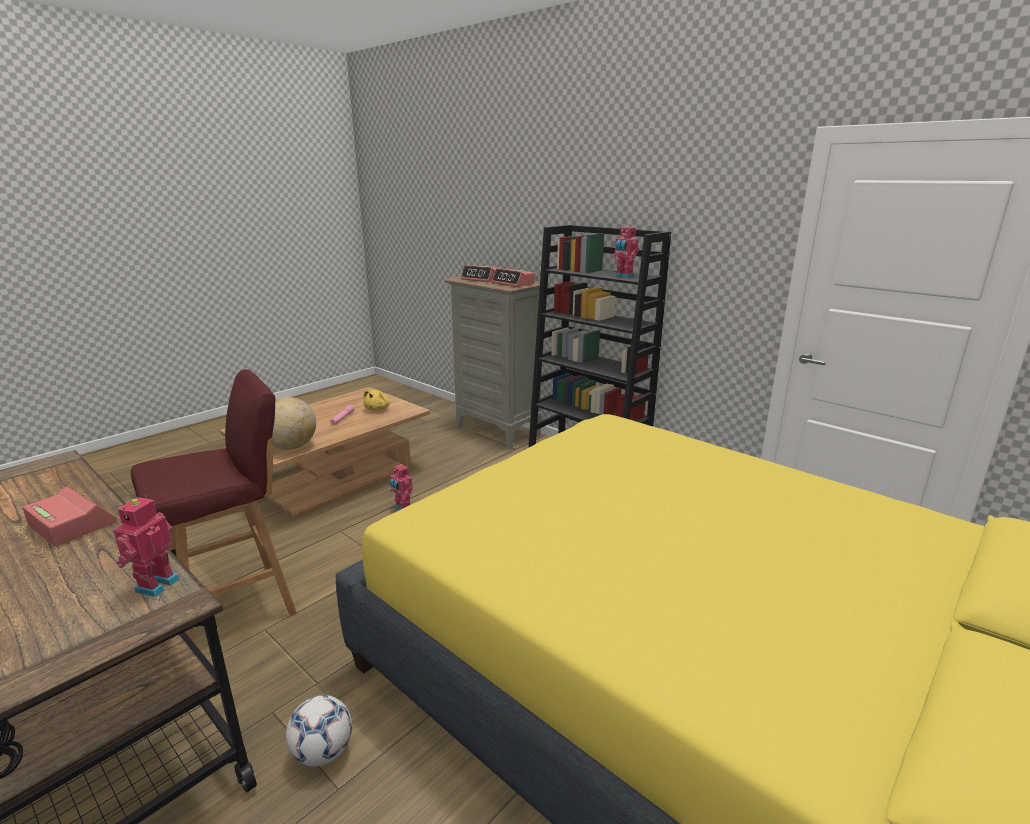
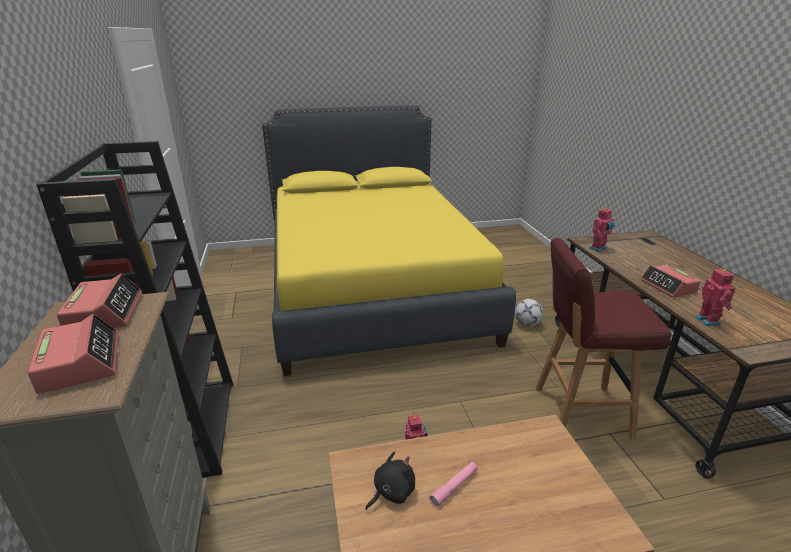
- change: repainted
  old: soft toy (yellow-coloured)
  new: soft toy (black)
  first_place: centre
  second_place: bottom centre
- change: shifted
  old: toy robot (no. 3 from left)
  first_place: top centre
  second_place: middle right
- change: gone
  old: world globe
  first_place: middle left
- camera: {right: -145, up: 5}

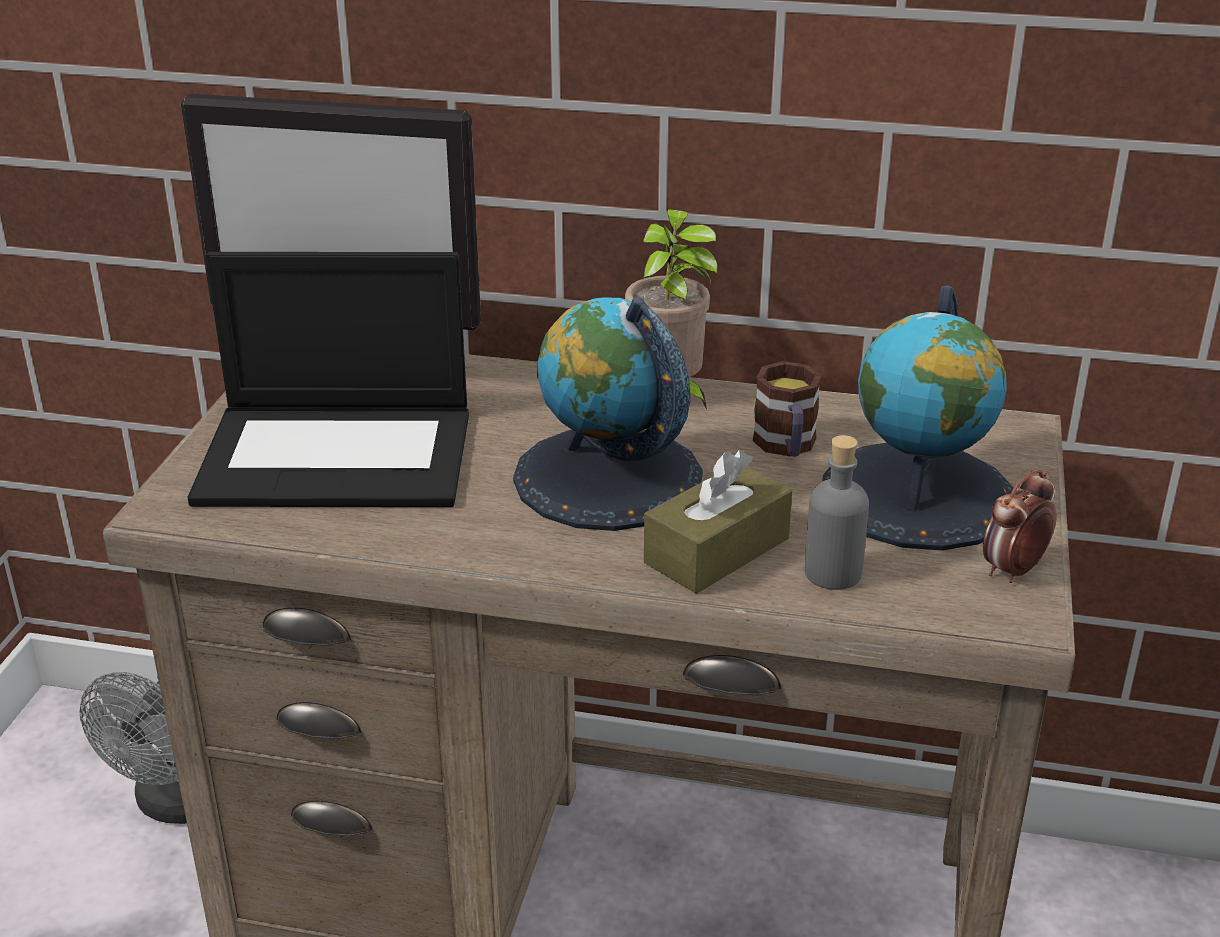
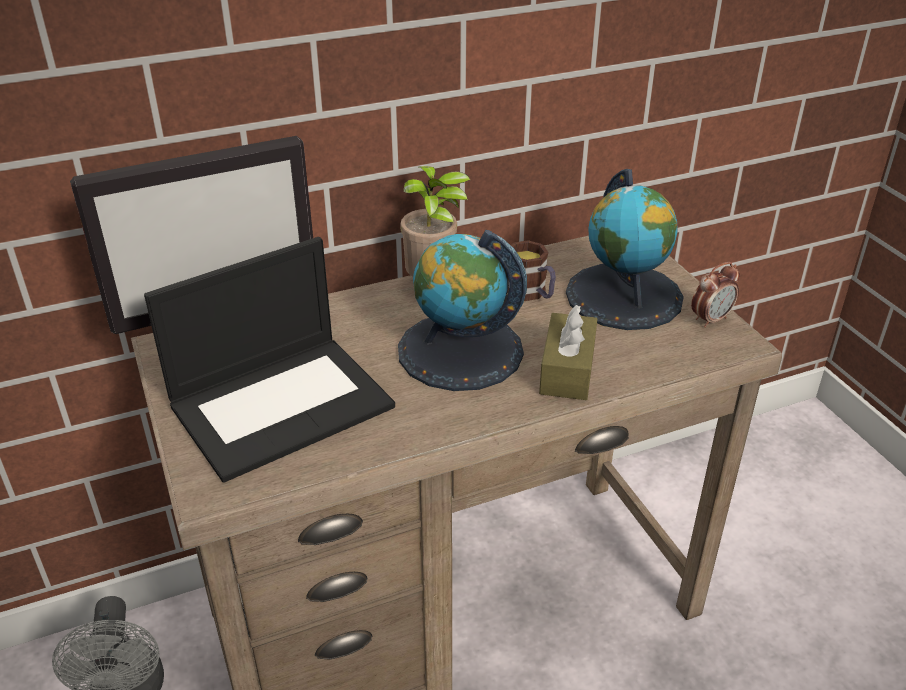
- change: rotated
  old: bedside clock
  first_place: middle right
  second_place: middle right
  degrees: -135
- change: gone
  old: drink bottle (gray)
  first_place: middle right
- camera: {right: -35, up: 5}

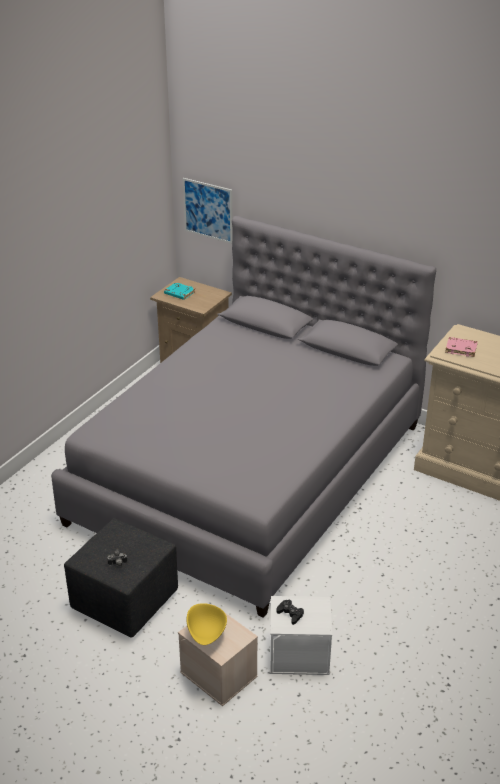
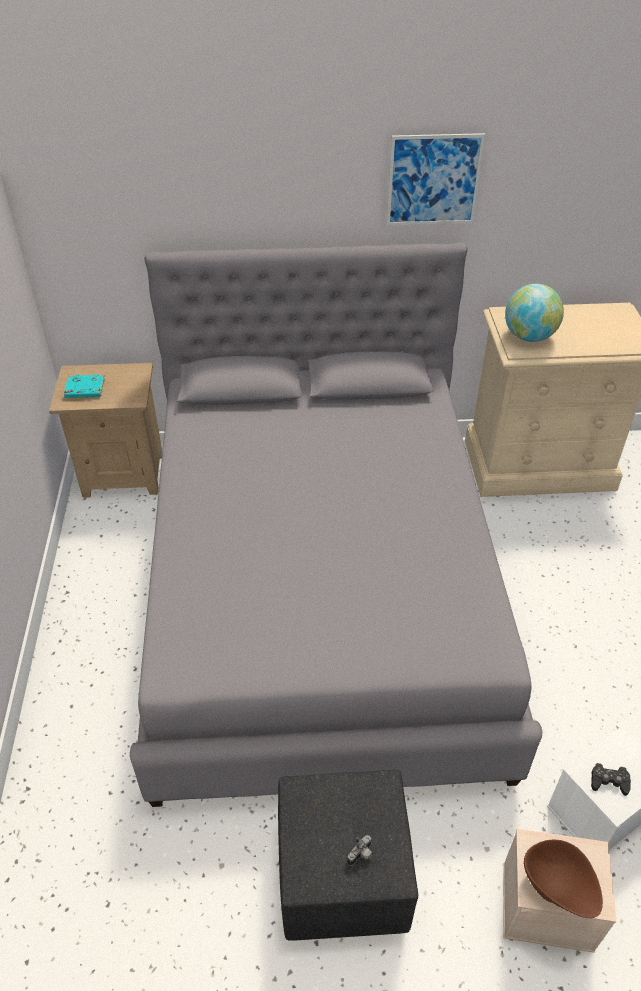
- change: shifted
  old: wall picture
  first_place: top centre
  second_place: top right
- change: swapped
  old: volume (pink)
  new: world globe
  first_place: middle right
  second_place: top right
- change: repainted
  old: deep dish (yellow-coloured)
  new: deep dish (brown)
  first_place: bottom centre
  second_place: bottom right
- camera: {right: -35, up: 10}

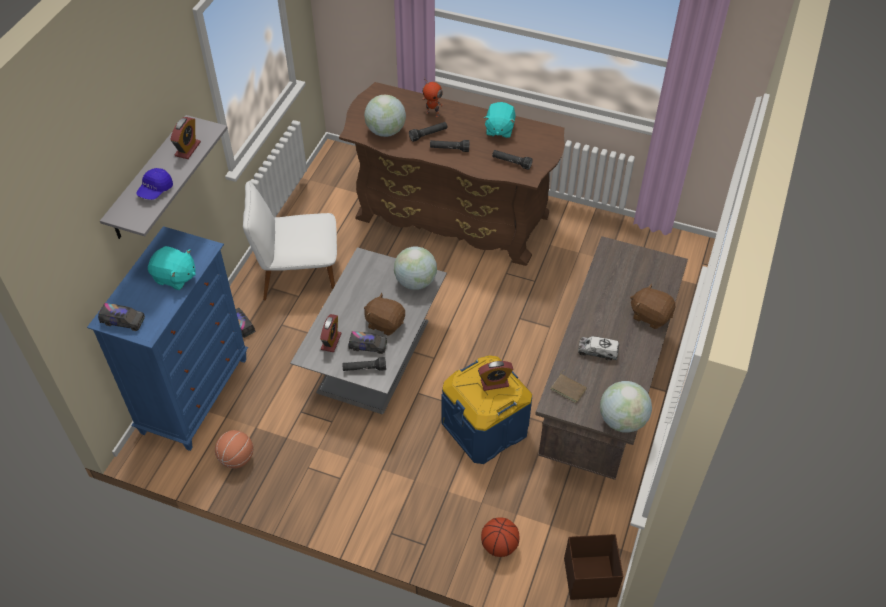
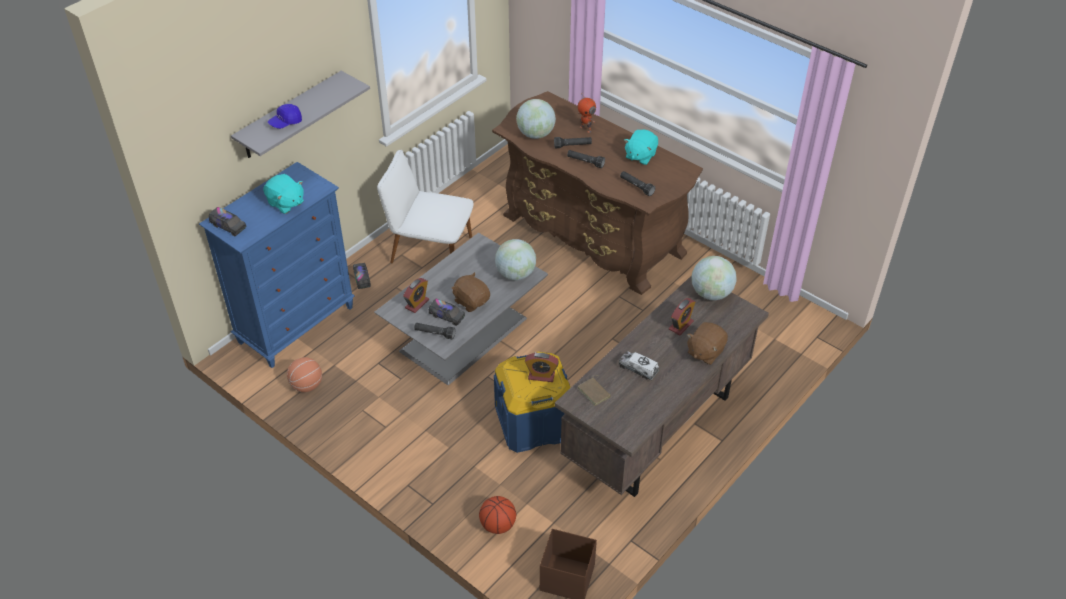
- change: shifted
  old: bedside clock (no. 1 from left in the first image)
  new: bedside clock (no. 3 from left)
  first_place: top left
  second_place: centre
- change: rotated
  old: soft toy (brown) (no. 2 from left)
  first_place: middle right
  second_place: centre
  degrees: -105
- change: shifted
  old: world globe (no. 3 from left)
  first_place: bottom right
  second_place: middle right
- camera: {right: 20, up: -5}

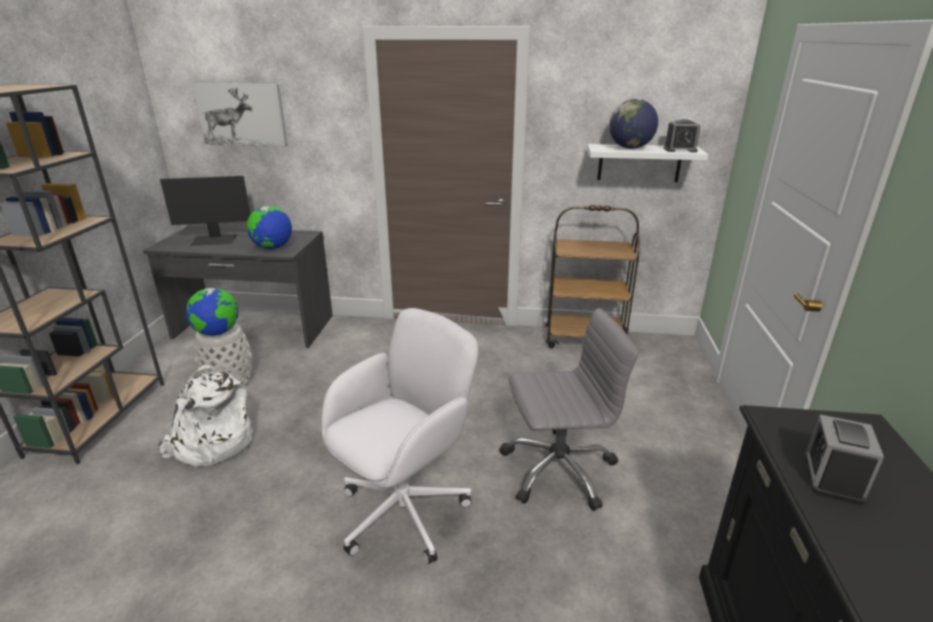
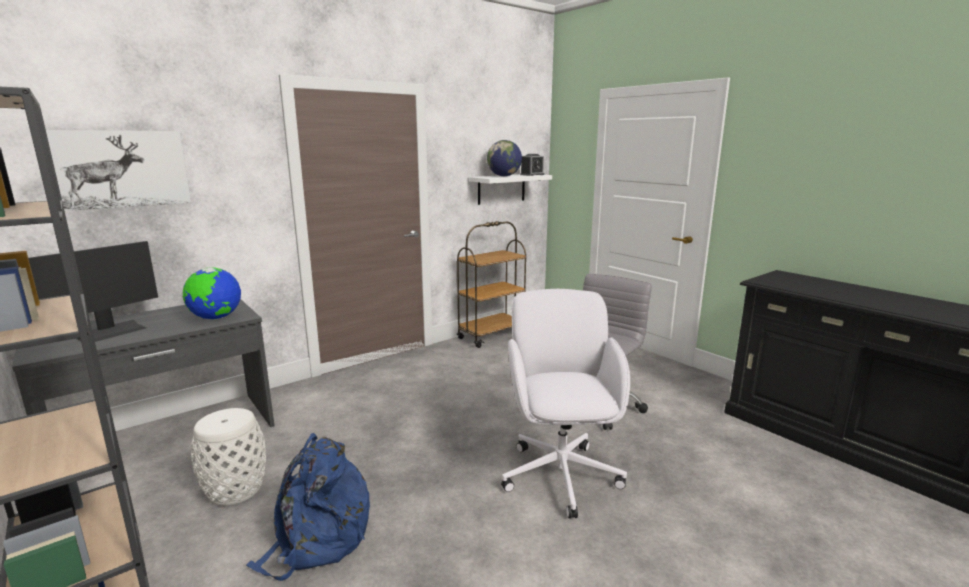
- change: repainted
  old: rucksack (white-coloured)
  new: rucksack (blue)
  first_place: bottom left
  second_place: bottom left
- change: gone
  old: world globe (no. 1 from left)
  first_place: middle left
- change: gone
  old: bedside clock (no. 2 from left)
  first_place: bottom right
- camera: {right: -45, up: -10}

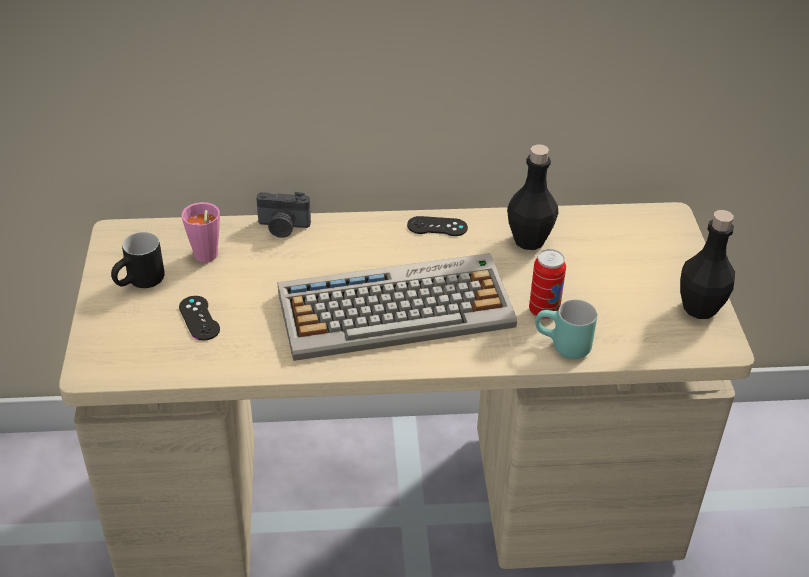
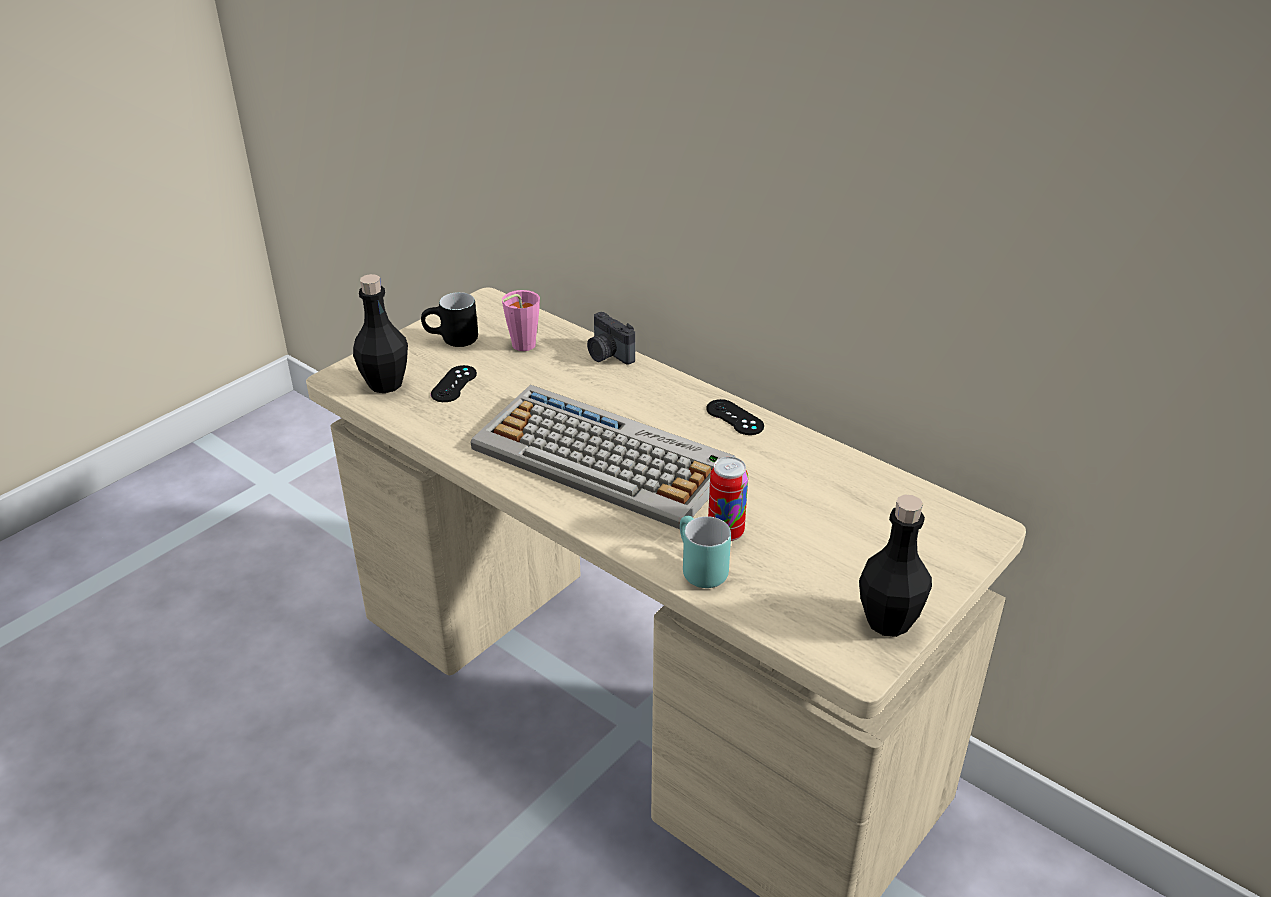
- change: shifted
  old: drink bottle (black) (no. 1 from left)
  first_place: centre
  second_place: middle left
- camera: {right: 45, up: -5}

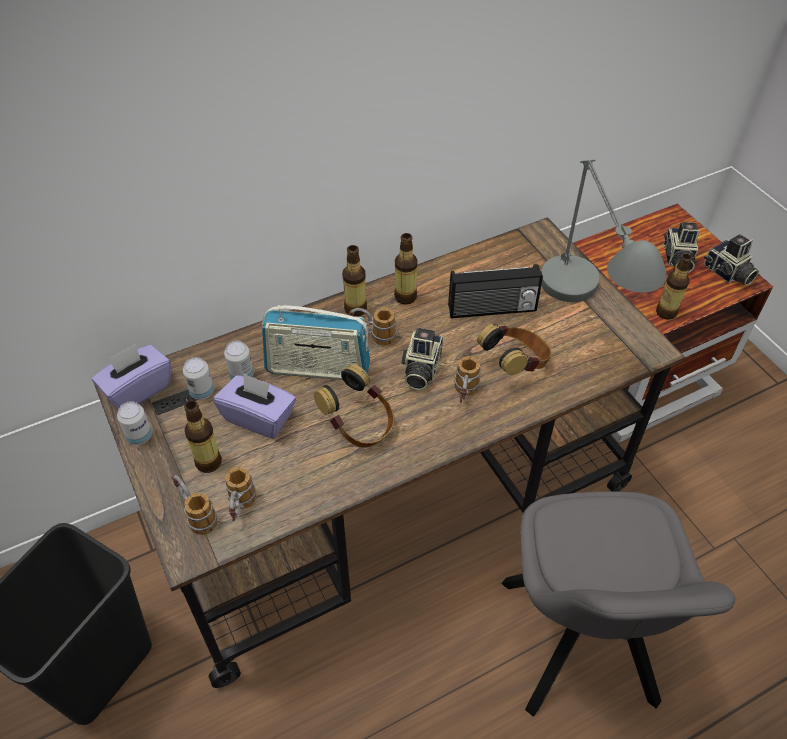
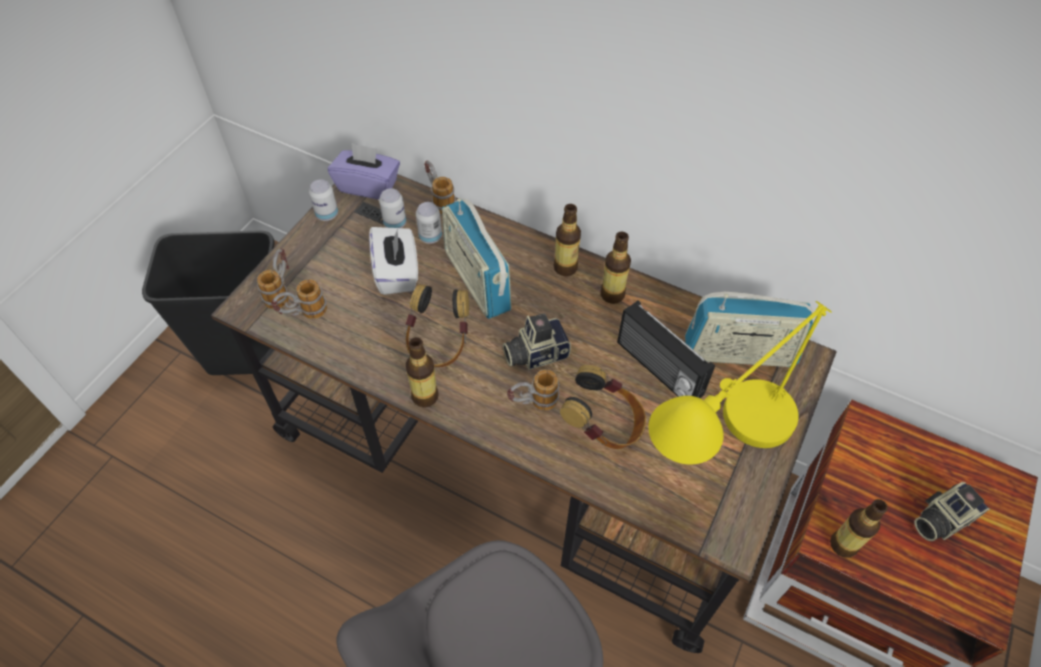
- change: repainted
  old: box of tissues (purple-coloured) (no. 2 from left)
  new: box of tissues (white-coloured)
  first_place: middle left
  second_place: centre
- change: shifted
  old: drink bottle (no. 1 from left)
  first_place: middle left
  second_place: centre
- change: shifted
  old: tea mug (no. 3 from left)
  first_place: centre
  second_place: top centre
- change: repainted
  old: tabletop lamp (gray)
  new: tabletop lamp (yellow-coloured)
  first_place: top right
  second_place: middle right
- change: new
  new: radio receiver (no. 3 from left)
  second_place: middle right
- change: gone
  old: still camera (no. 3 from left)
  first_place: middle right
- camera: {right: 55, up: 5}

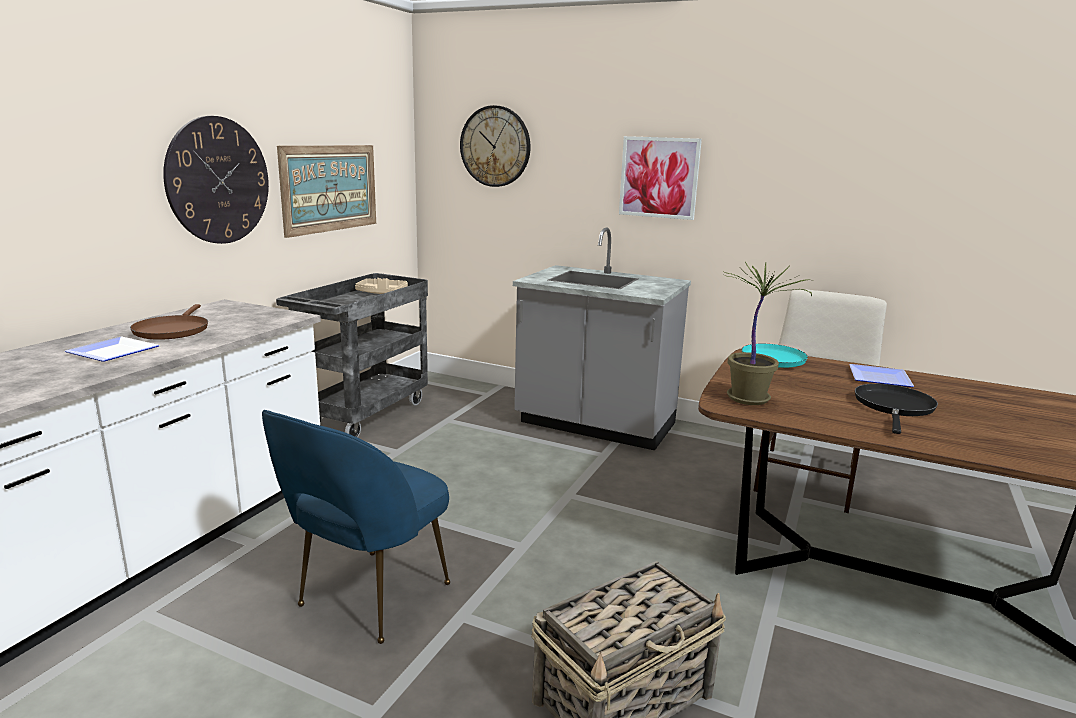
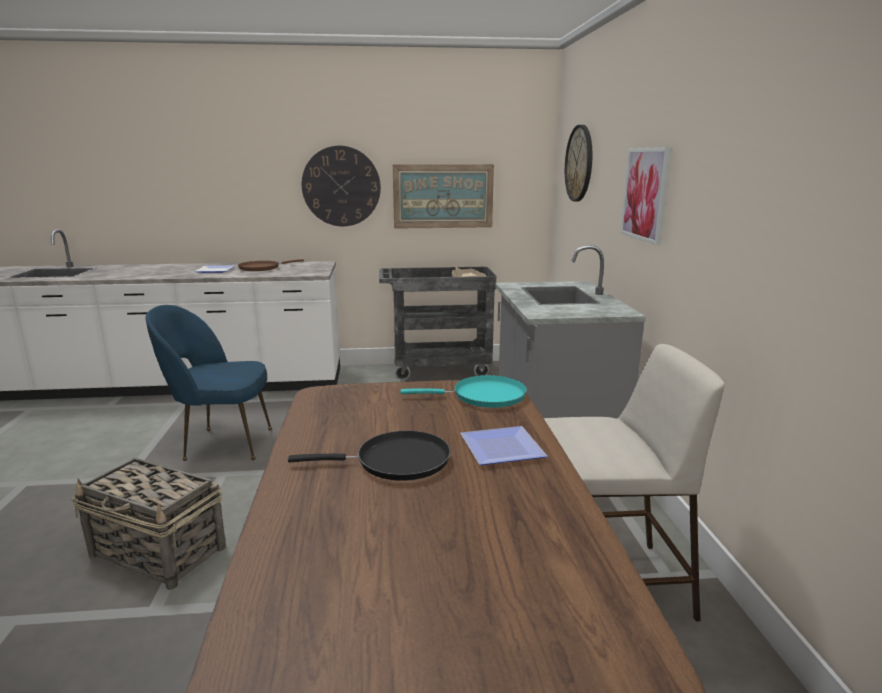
- change: gone
  old: plant in a pot
  first_place: middle right
- camera: {right: 60, up: 0}

